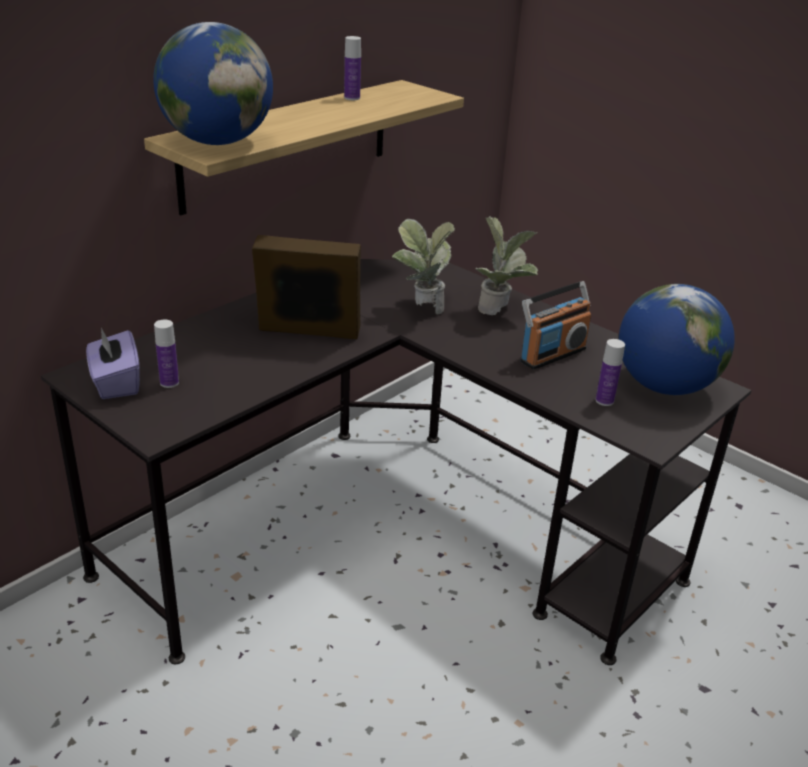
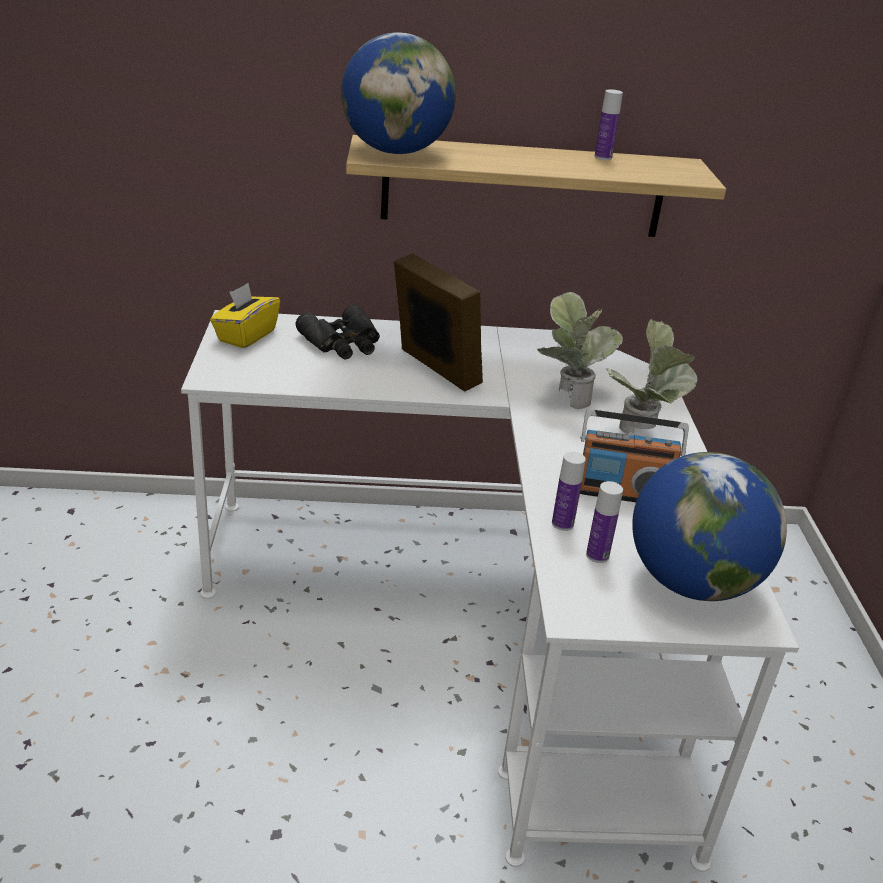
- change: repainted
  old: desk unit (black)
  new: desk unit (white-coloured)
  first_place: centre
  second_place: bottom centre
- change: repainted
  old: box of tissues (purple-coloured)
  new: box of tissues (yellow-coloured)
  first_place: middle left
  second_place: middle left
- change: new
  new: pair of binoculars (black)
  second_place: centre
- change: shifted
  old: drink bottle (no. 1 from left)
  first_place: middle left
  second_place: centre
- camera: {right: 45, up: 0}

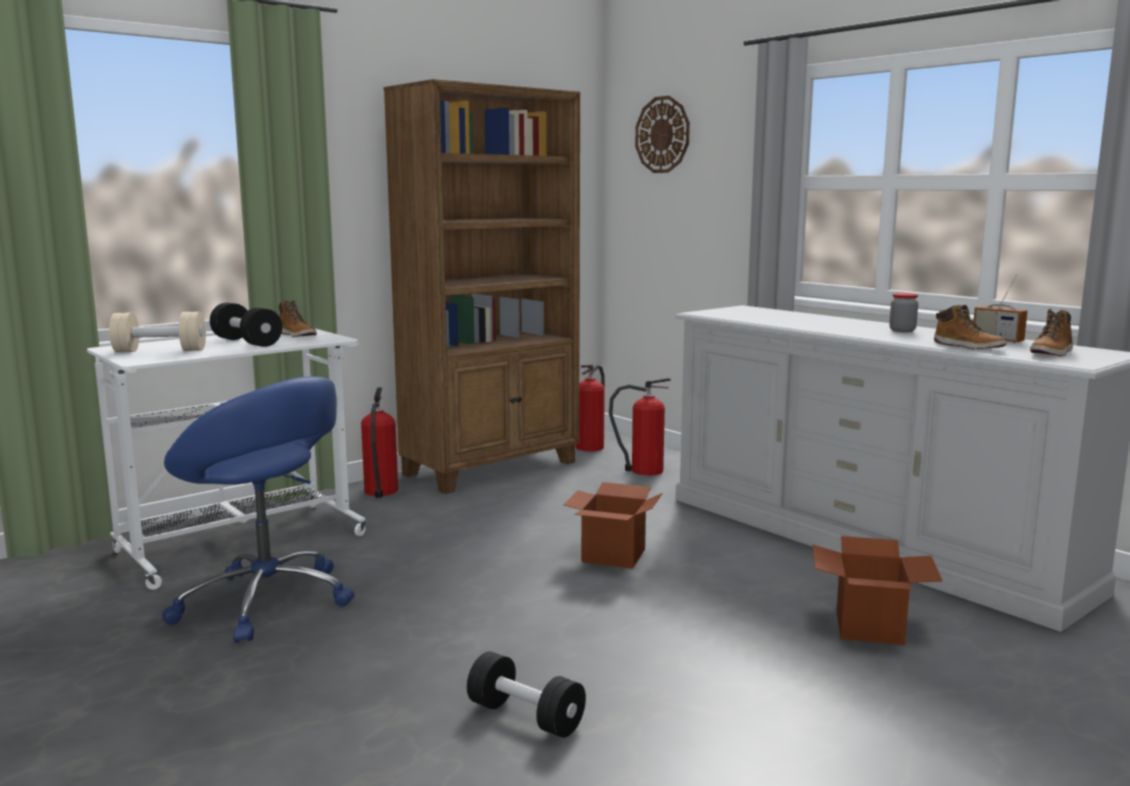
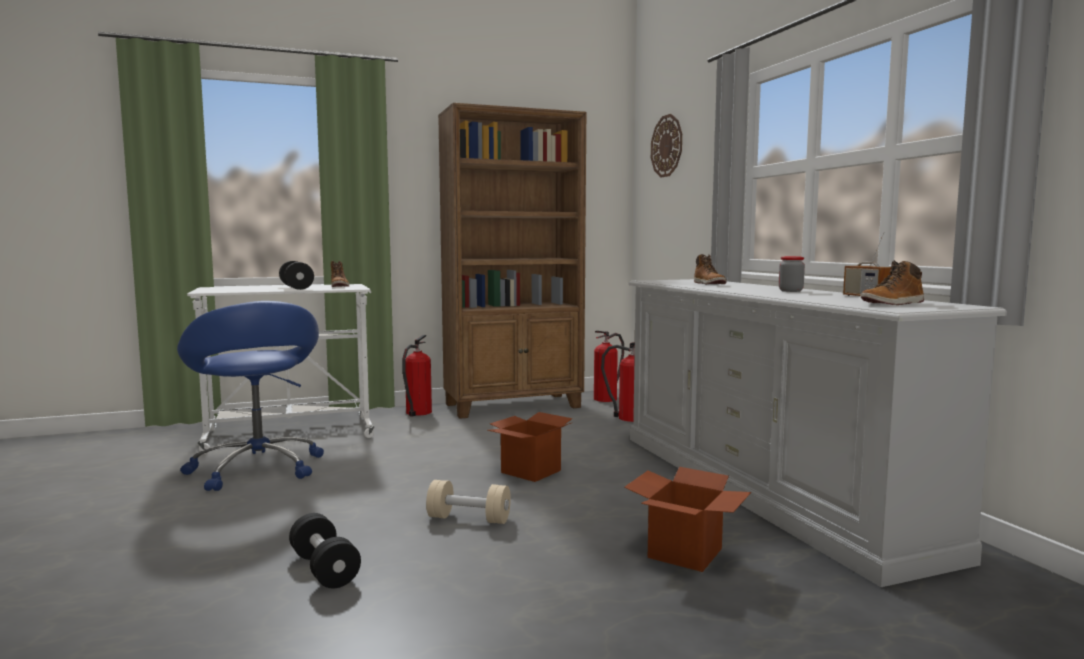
- change: shifted
  old: hand weight (beige)
  first_place: middle left
  second_place: bottom centre
- change: shifted
  old: high-top boot (no. 2 from left)
  first_place: middle right
  second_place: centre
- camera: {right: 20, up: -5}

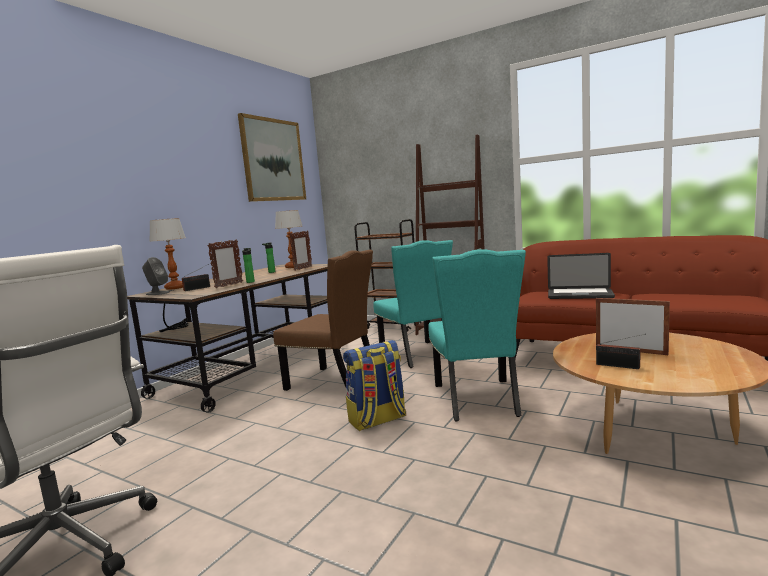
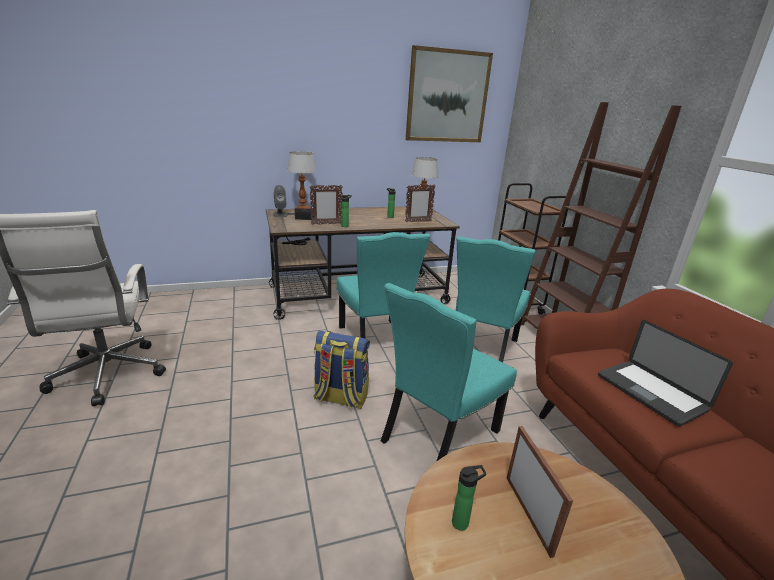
- change: repainted
  old: upright chair (brown)
  new: upright chair (turquoise) (no. 1 from left)
  first_place: centre
  second_place: centre
- change: swapped
  old: radio receiver (no. 2 from left)
  new: drink bottle (no. 3 from left)
  first_place: middle right
  second_place: bottom centre
- camera: {right: 40, up: 15}

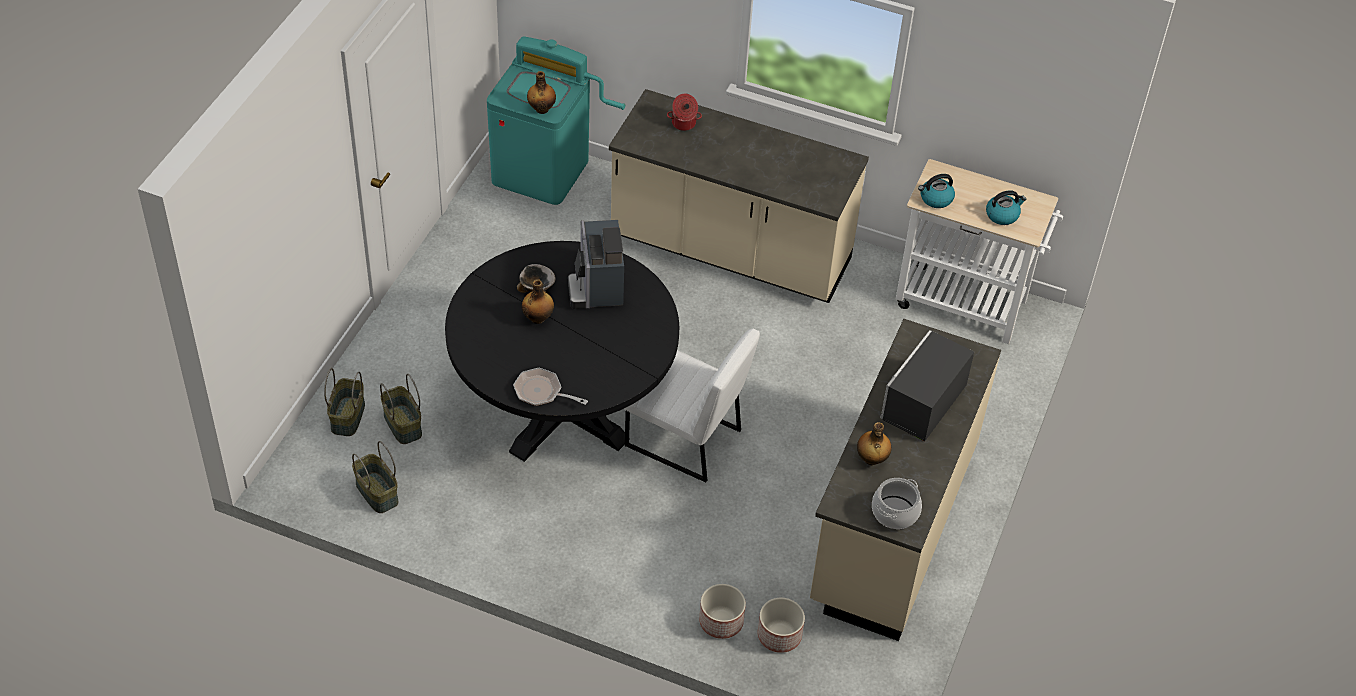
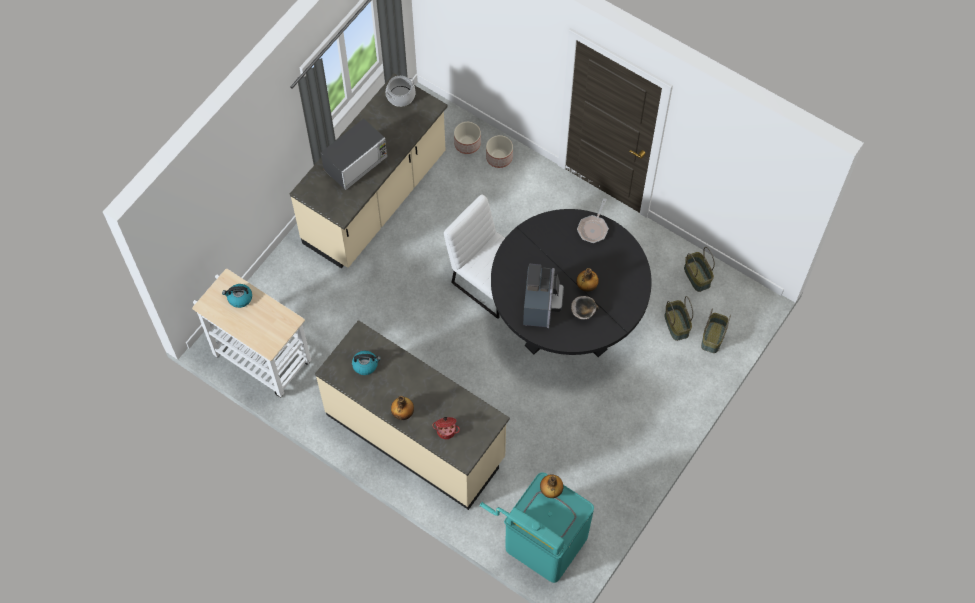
- change: shifted
  old: water kettle (no. 1 from left in the first image)
  new: water kettle (no. 2 from left)
  first_place: top right
  second_place: centre
- change: shifted
  old: drink bottle (no. 3 from left in the first image)
  new: drink bottle (no. 1 from left)
  first_place: centre
  second_place: bottom centre
- change: rotated
  old: frying pan
  first_place: centre
  second_place: centre
  degrees: 75
- camera: {right: -165, up: 15}

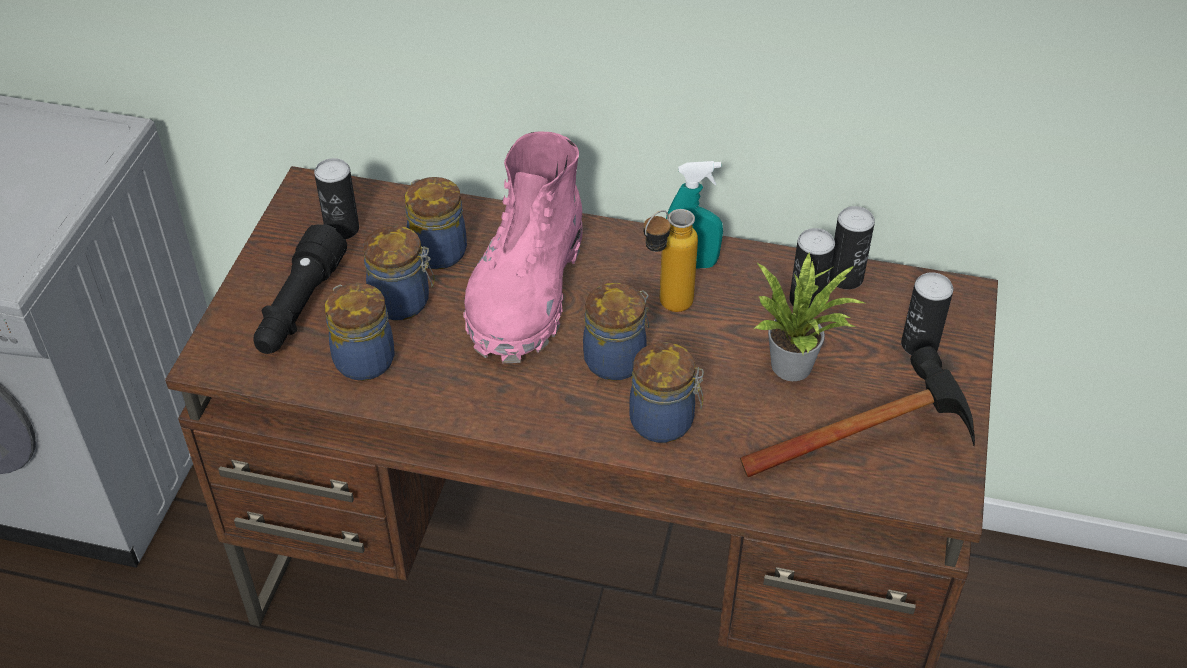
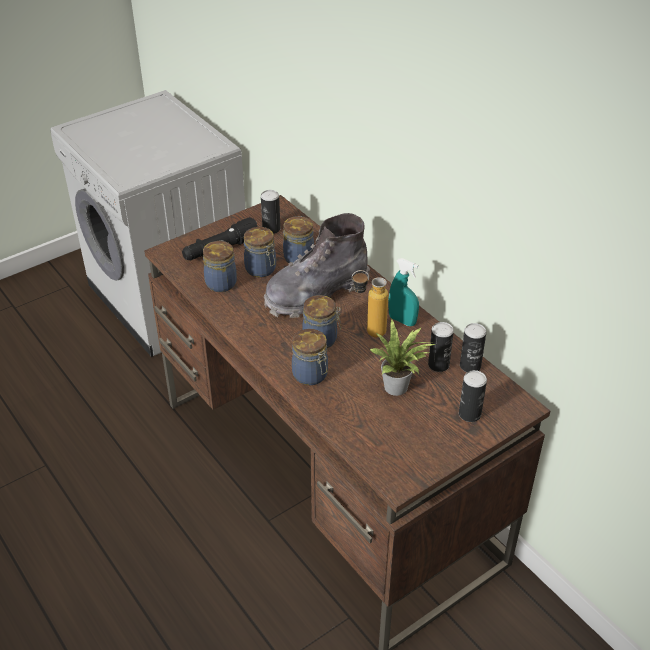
- change: repainted
  old: high-top boot (pink)
  new: high-top boot (gray)
  first_place: centre
  second_place: centre
- change: gone
  old: tool hammer
  first_place: middle right
- camera: {right: 40, up: -5}

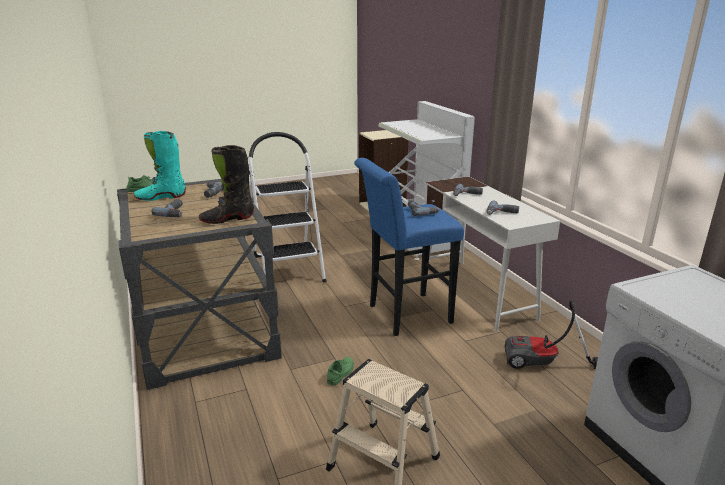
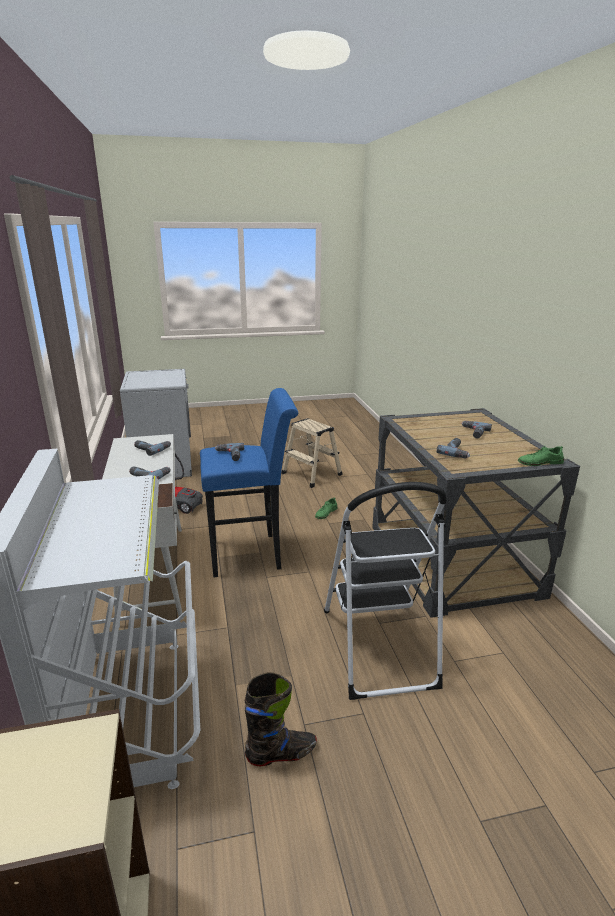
- change: shifted
  old: high-top boot (black)
  first_place: middle left
  second_place: bottom centre
- change: gone
  old: high-top boot (turquoise)
  first_place: middle left
- camera: {right: -170, up: 0}

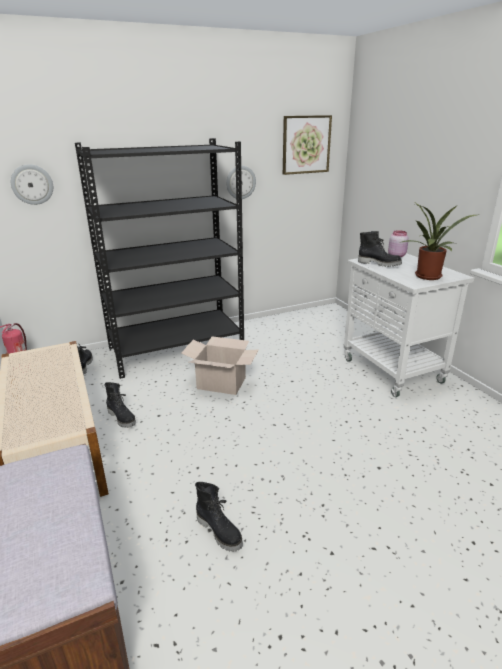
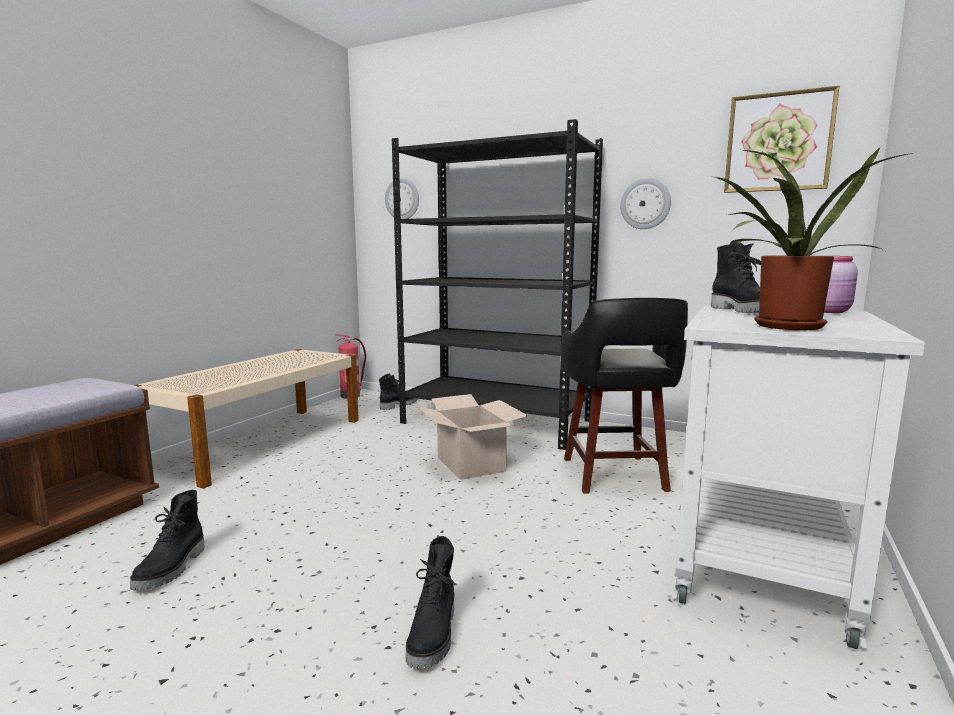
- change: shifted
  old: high-top boot (black) (no. 2 from left in the first image)
  new: high-top boot (black) (no. 3 from left)
  first_place: middle left
  second_place: bottom centre
- change: new
  new: stool seat (black)
  second_place: centre
- camera: {right: 50, up: -15}

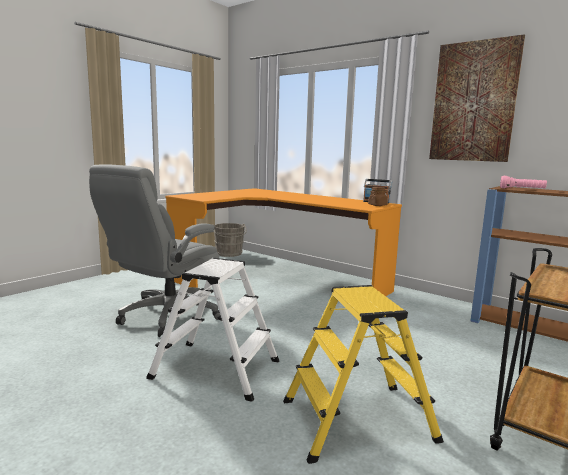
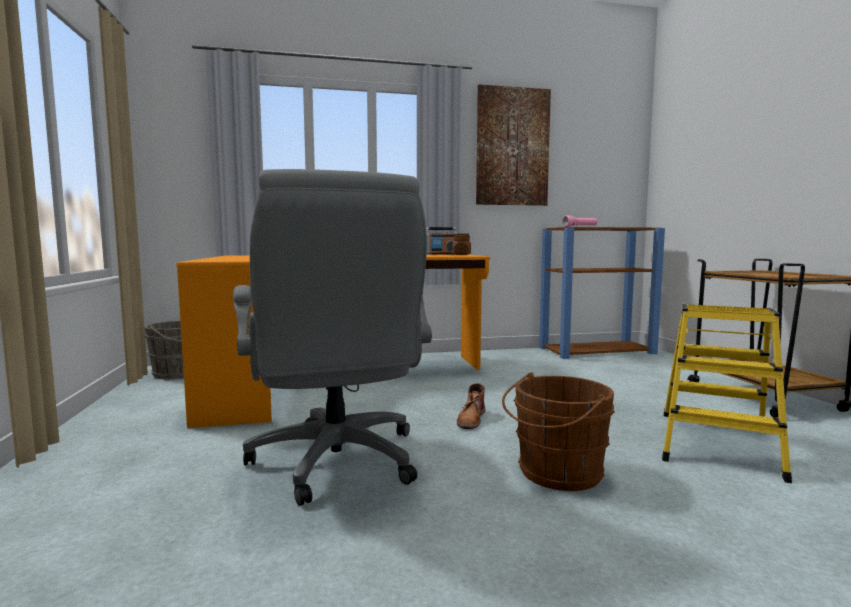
- change: new
  new: high-top boot (brown)
  second_place: bottom centre
- change: swapped
  old: step stool (white-coloured)
  new: pail (brown)
  first_place: bottom centre
  second_place: bottom centre
- camera: {right: -50, up: -5}

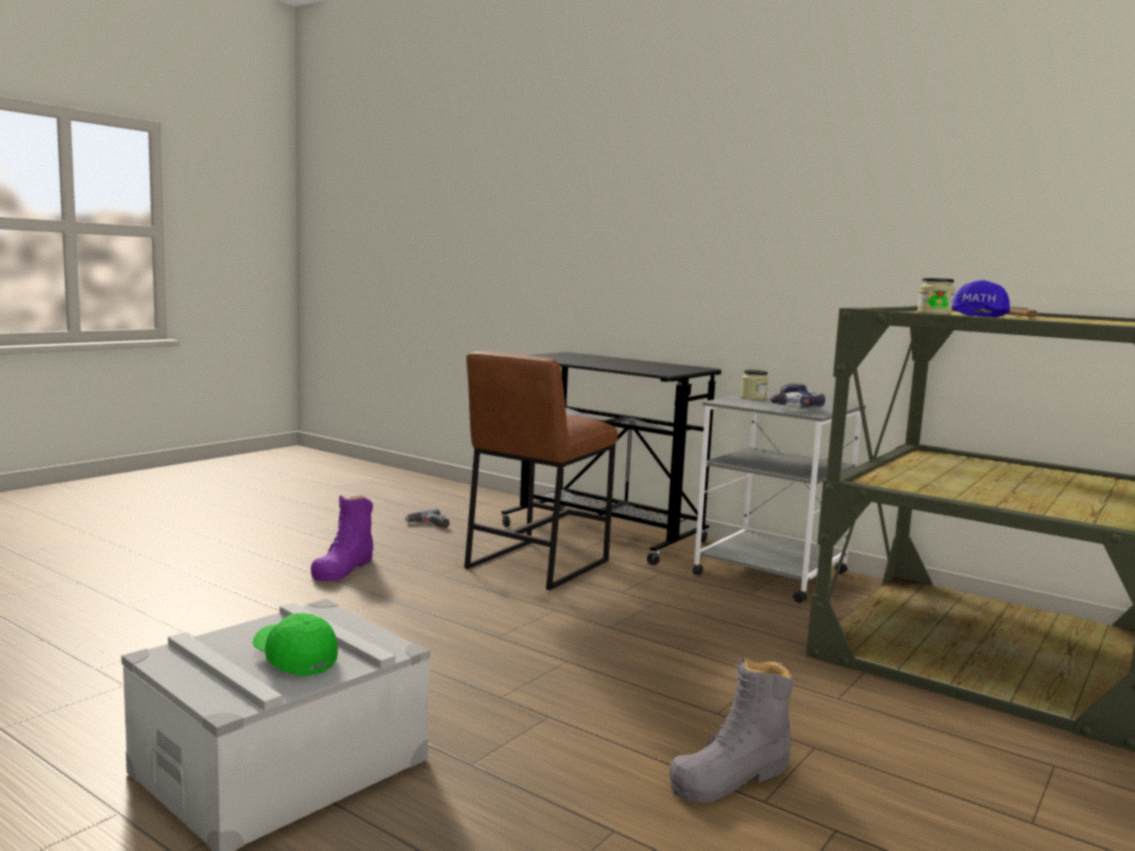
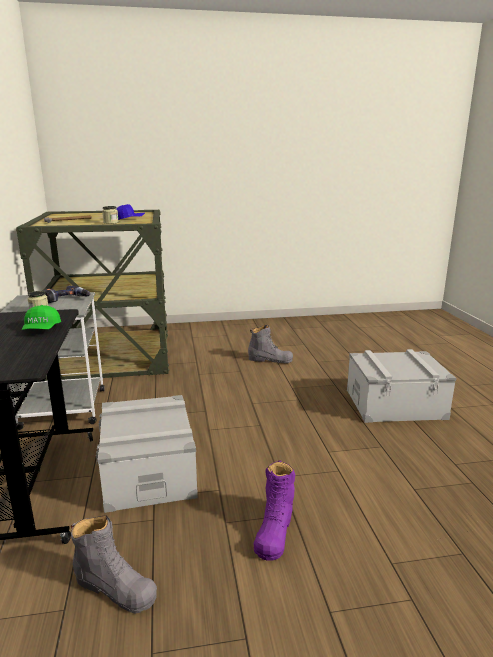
- change: shifted
  old: peaked cap (greenish)
  first_place: bottom left
  second_place: middle left
- change: swapped
  old: electric drill (no. 1 from left)
  new: high-top boot (gray) (no. 1 from left)
  first_place: centre
  second_place: bottom left
- change: swapped
  old: upright chair (brown)
  new: storage box (gray) (no. 1 from left)
  first_place: centre
  second_place: bottom left
- change: rotated
  old: high-top boot (purple-coloured)
  first_place: middle left
  second_place: bottom centre
  degrees: 135
- camera: {right: -135, up: 10}

